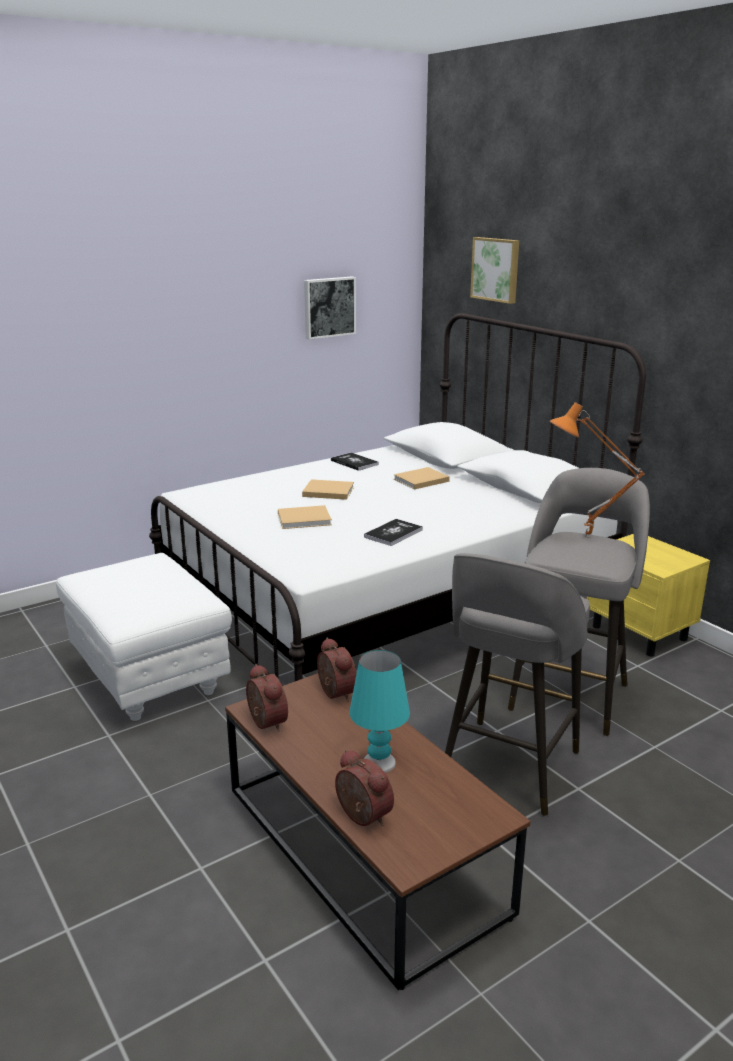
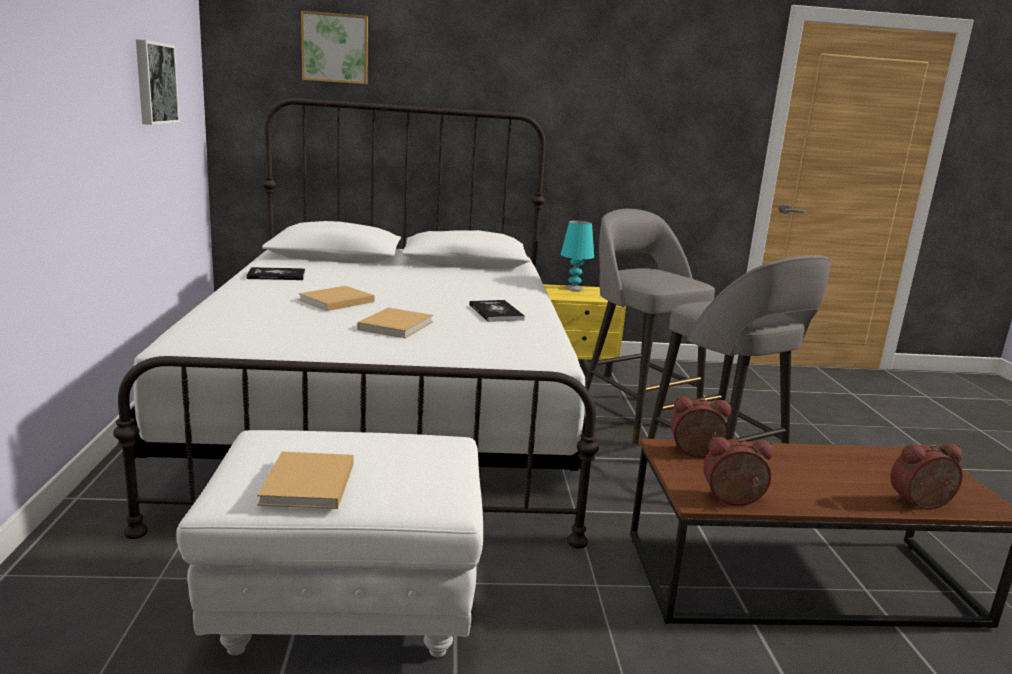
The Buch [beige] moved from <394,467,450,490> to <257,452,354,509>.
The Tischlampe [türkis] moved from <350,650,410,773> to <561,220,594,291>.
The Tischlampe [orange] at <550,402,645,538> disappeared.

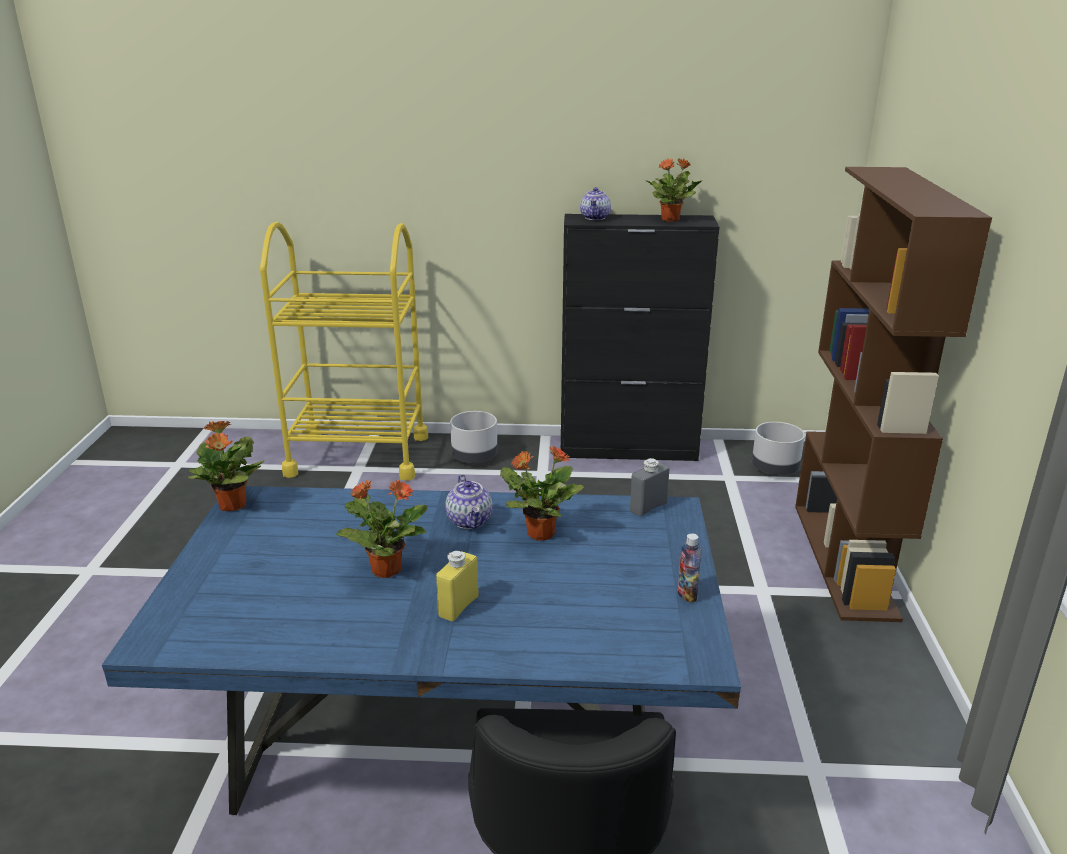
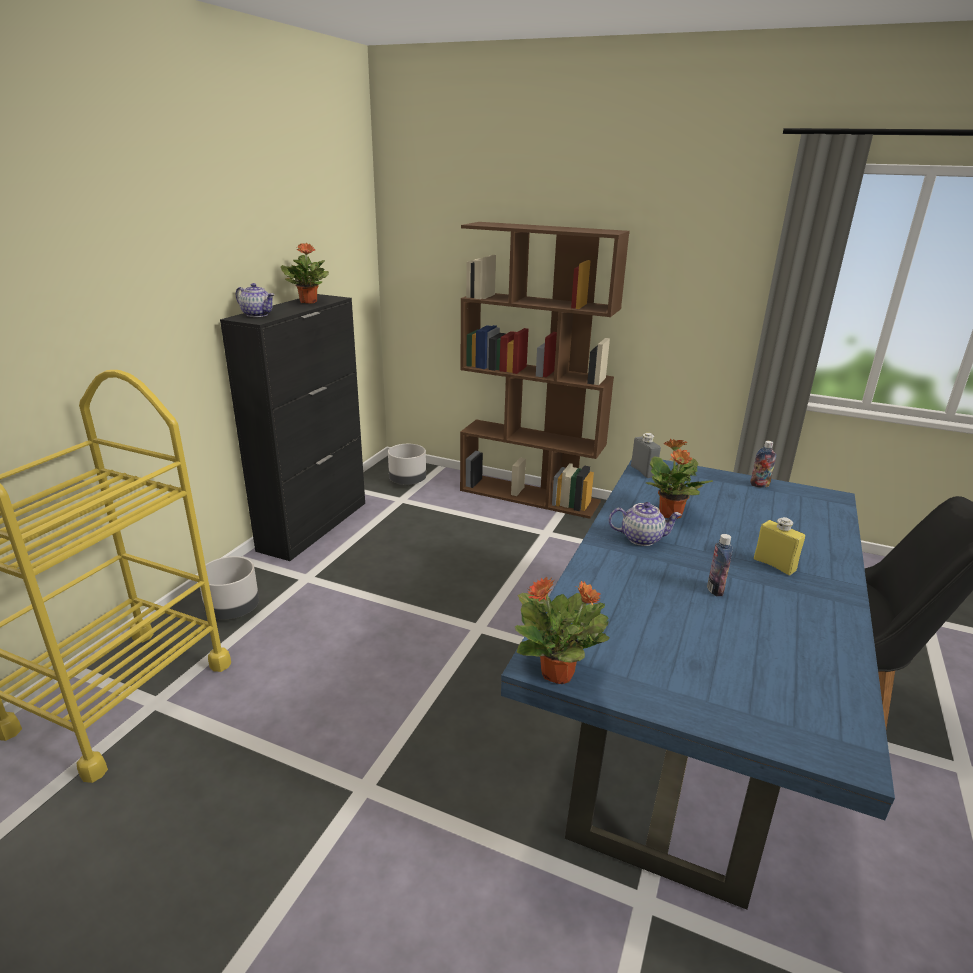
The Topfpflanze at <336,480,428,578> was replaced by the Flasche at <707,534,733,596>.

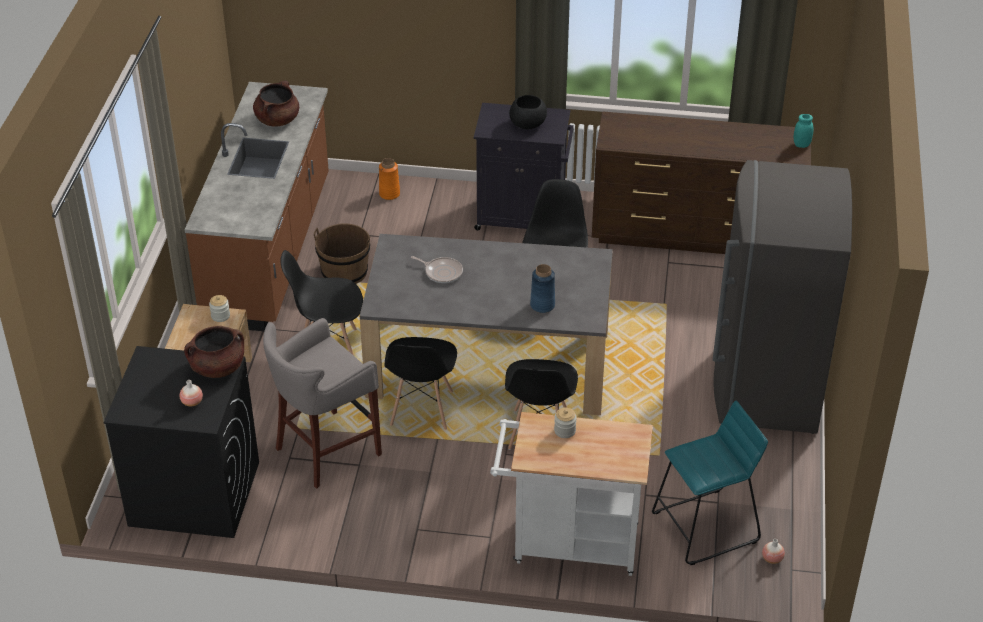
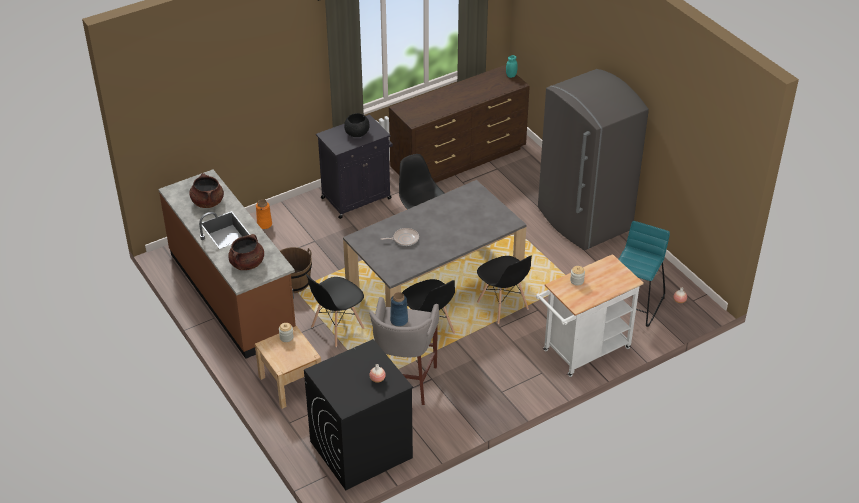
The Kochtopf [braun] moved from <184,326,244,378> to <228,234,264,270>.
The Vase [blau] moved from <530,264,555,313> to <390,292,408,327>.

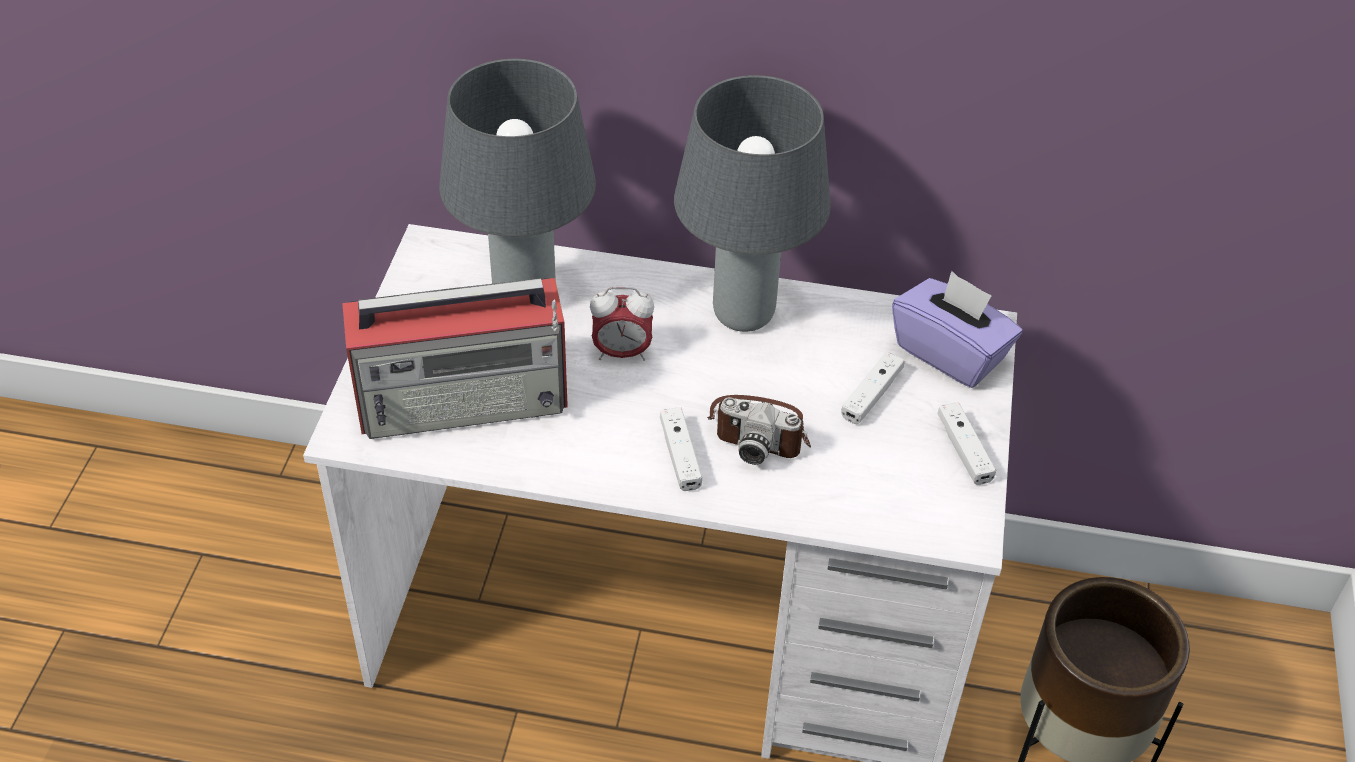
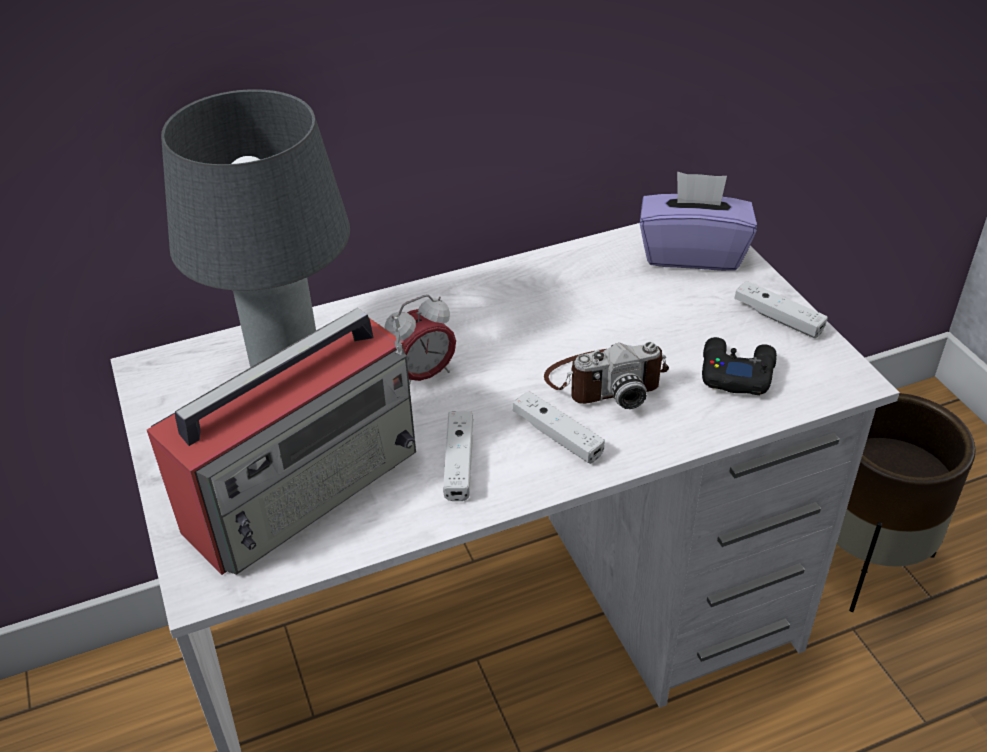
The Gamepad [weiß] moved from <841,352,904,424> to <443,411,473,501>.
The Gamepad [schwarz] at <702,337,777,395> appeared.
The Tischlampe [grau] at <674,75,831,332> disappeared.

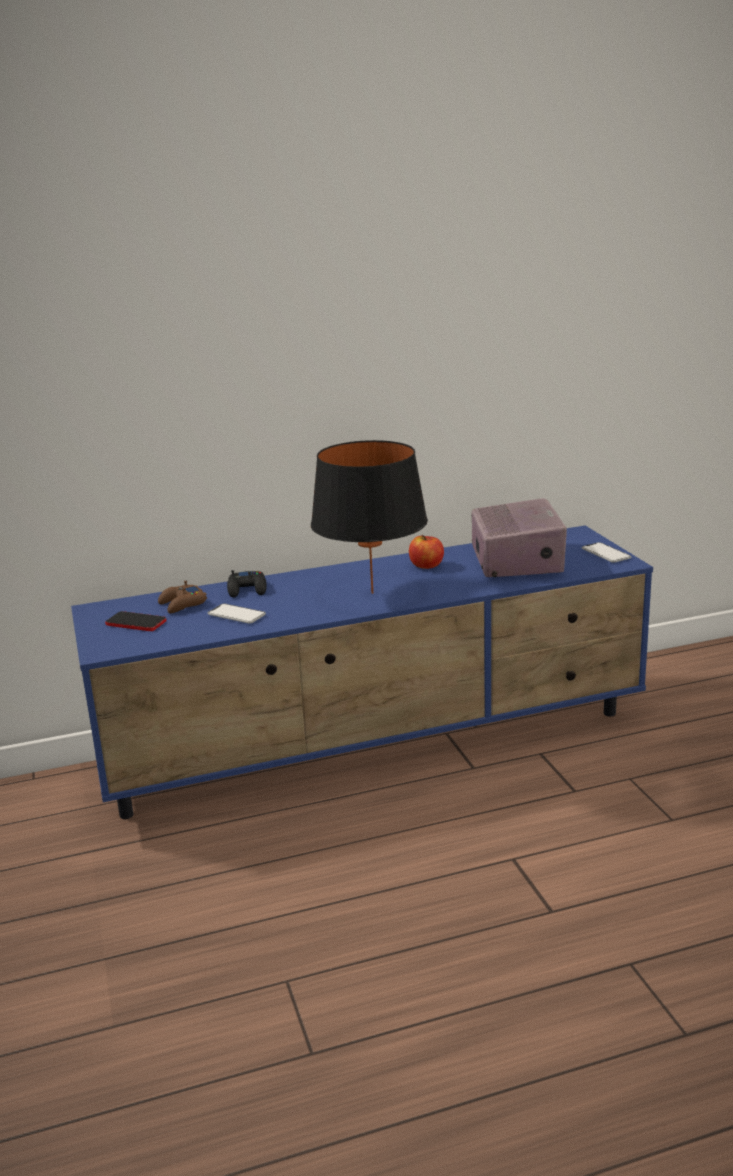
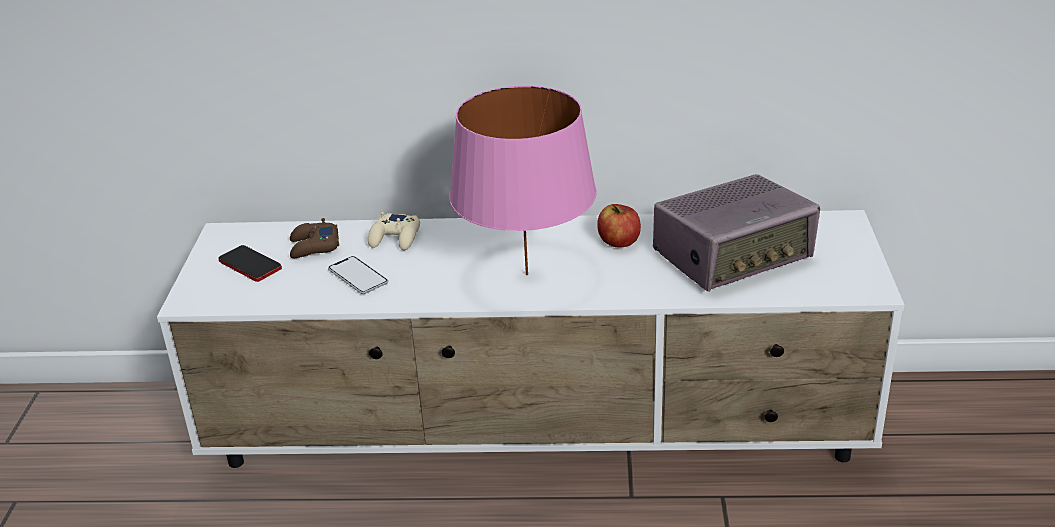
The Fernsehschrank [blau] at <71,526,653,819> became the Fernsehschrank [weiß] at <157,210,904,468>.
The Gamepad [schwarz] at <227,570,267,598> became the Gamepad [beige] at <368,212,420,250>.
The Tischlampe [schwarz] at <311,440,428,594> became the Tischlampe [rosa] at <449,85,597,275>.
The Radio at <471,498,567,577> turned 45 degrees clockwise.
The Handy at <582,542,631,563> disappeared.

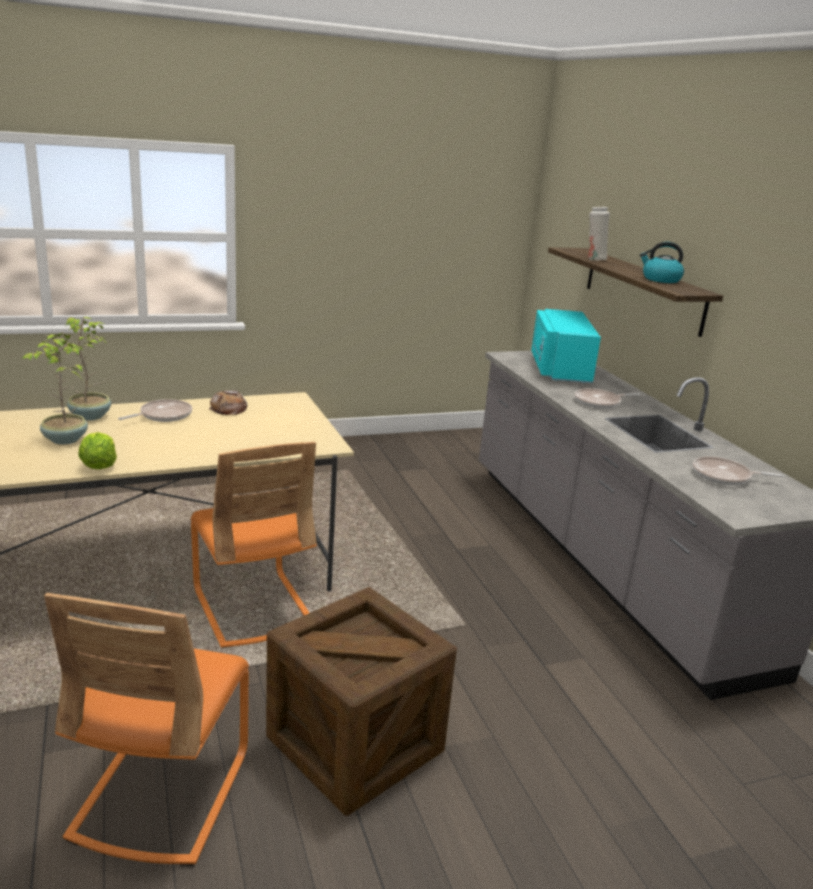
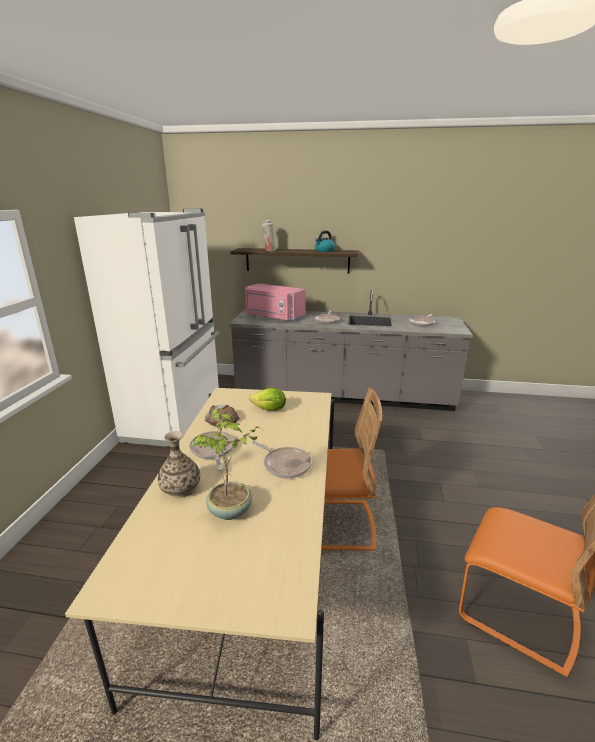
The Kühlschrank [weiß] at <74,209,219,447> appeared.
The Topfpflanze at <65,317,111,421> was replaced by the Vase at <158,431,200,498>.
The Mikrowelle [türkis] at <531,309,601,383> became the Mikrowelle [rosa] at <245,283,306,321>.
The Salatkopf moved from <78,432,117,469> to <249,388,286,411>.
The Pfanne at <252,441,312,478> appeared.
The Kiste at <266,587,457,816> disappeared.

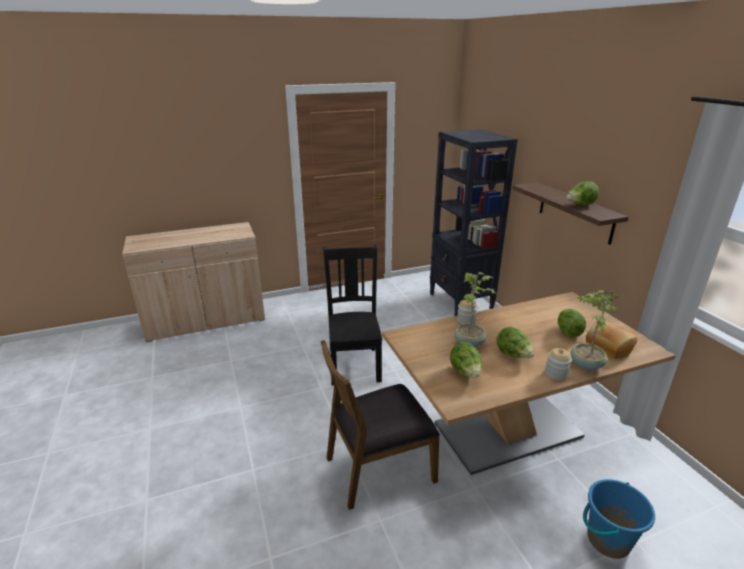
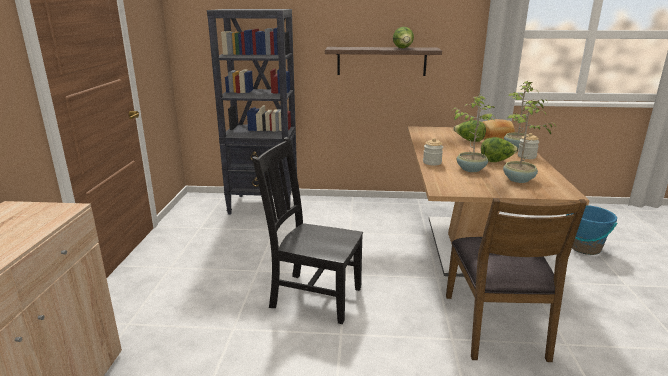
The Salatkopf at <450,342,482,378> was replaced by the Topfpflanze at <503,99,557,183>.

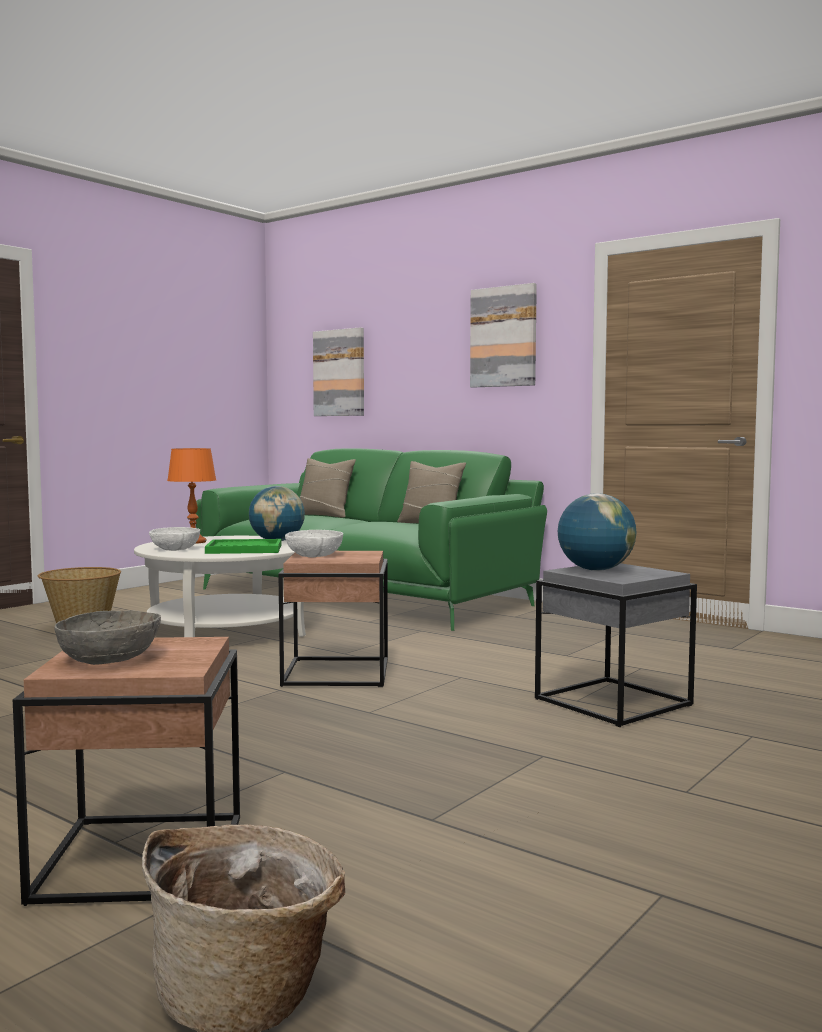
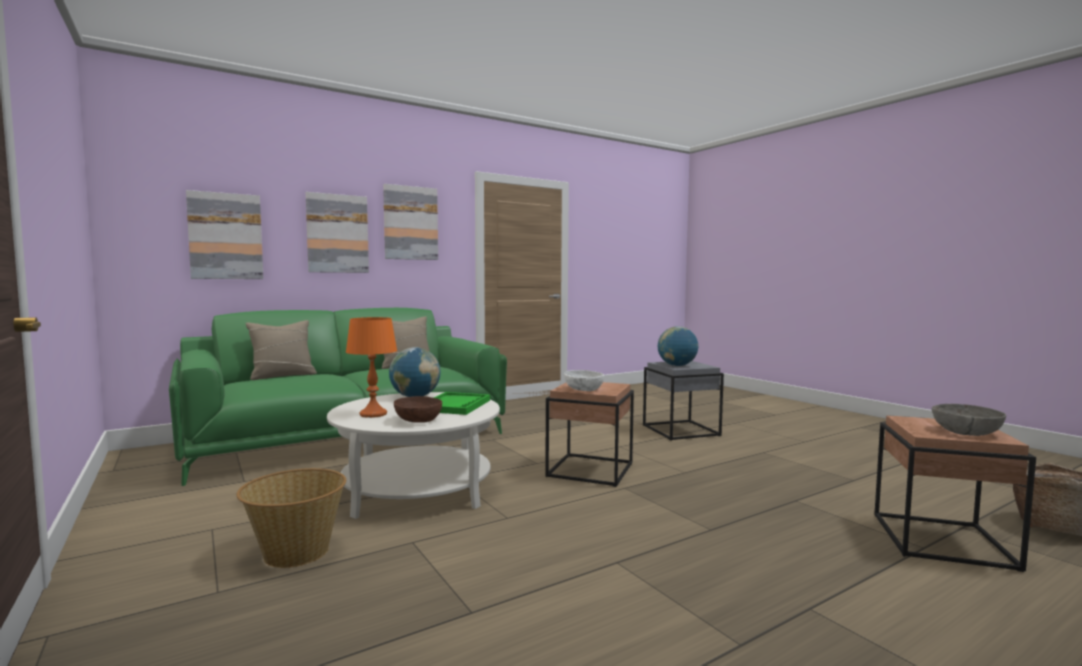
The Bild at <306,192,369,273> appeared.
The Schüssel [weiß] at <149,527,200,551> became the Schüssel [braun] at <394,396,442,423>.

